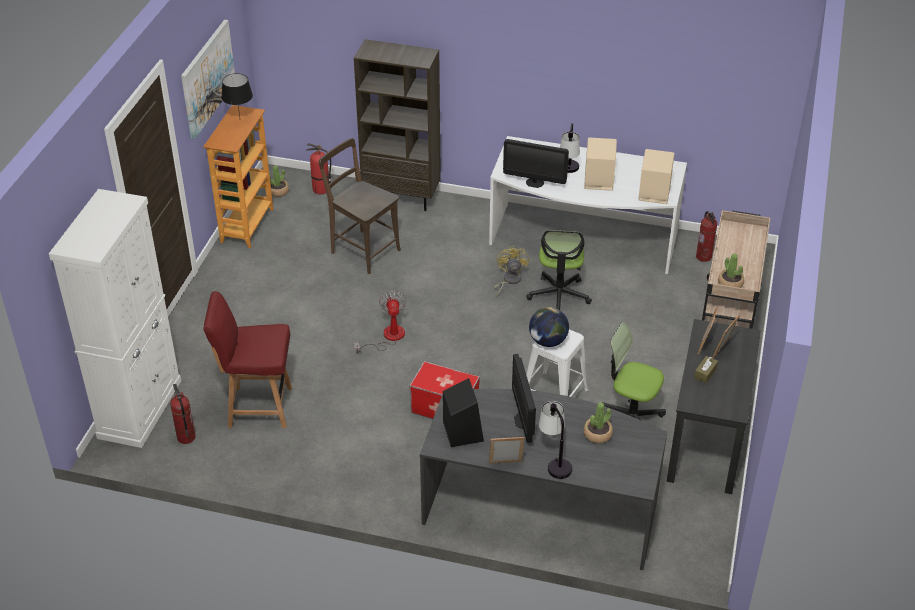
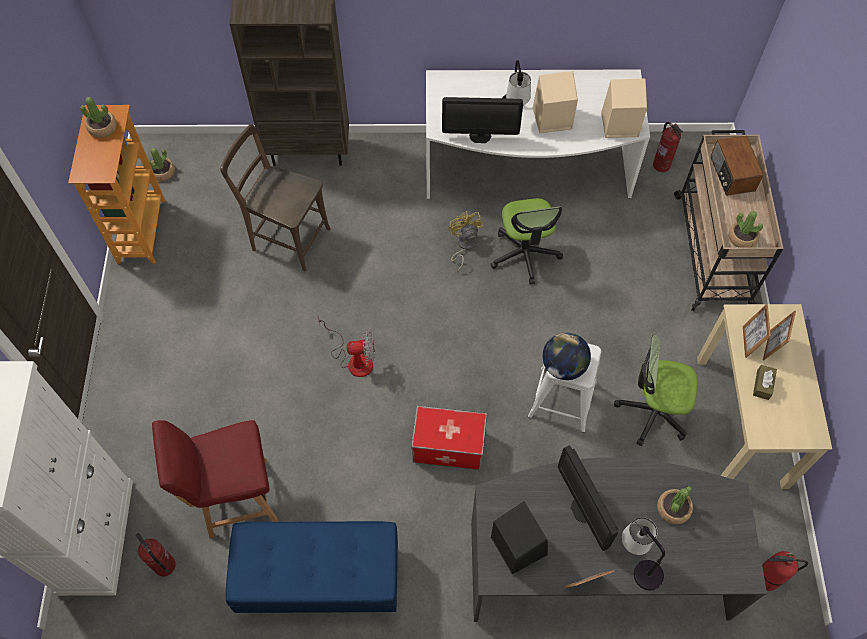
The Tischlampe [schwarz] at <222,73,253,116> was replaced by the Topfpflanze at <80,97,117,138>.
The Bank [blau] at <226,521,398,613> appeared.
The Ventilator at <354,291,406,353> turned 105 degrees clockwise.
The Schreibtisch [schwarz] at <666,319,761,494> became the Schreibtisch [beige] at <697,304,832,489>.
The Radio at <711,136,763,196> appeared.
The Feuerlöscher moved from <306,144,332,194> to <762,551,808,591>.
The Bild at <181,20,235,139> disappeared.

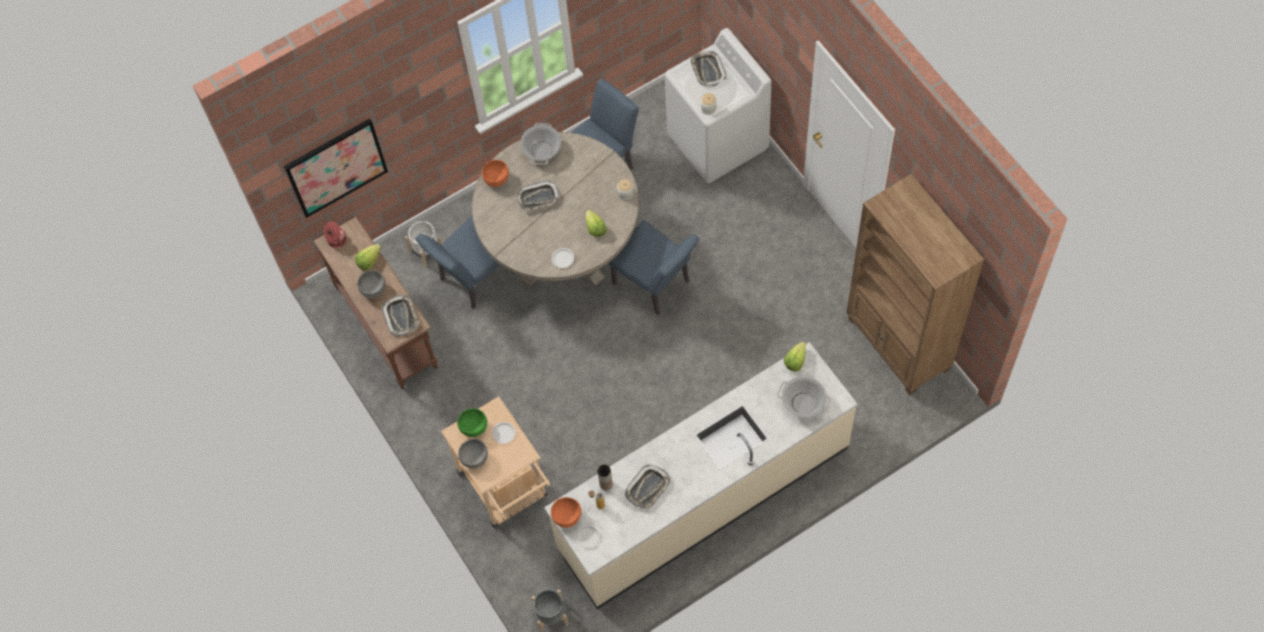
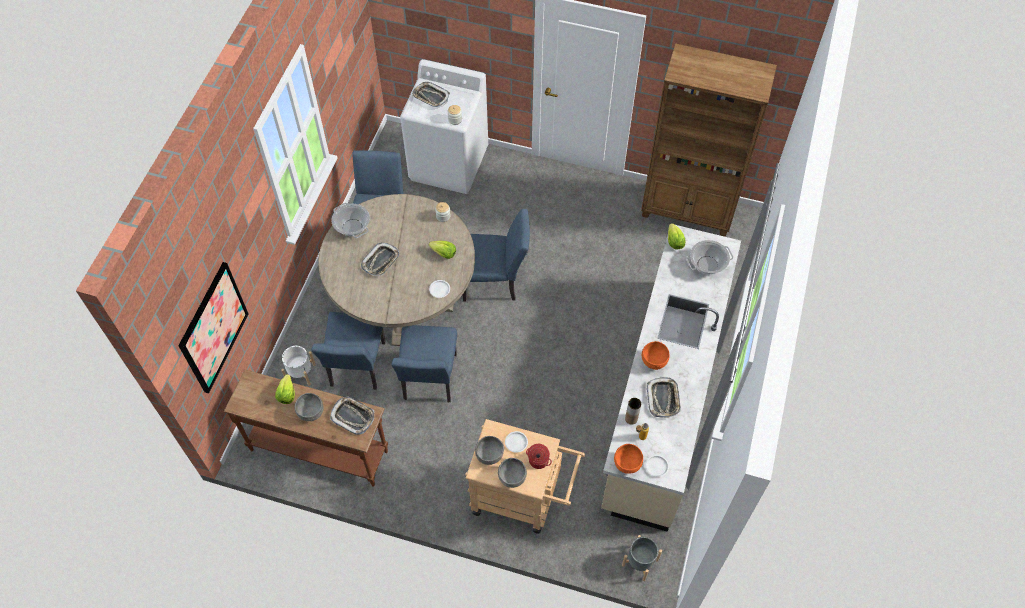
The Stuhl [blau] at <392,325,457,402> appeared.
The Schüssel [grün] at <457,408,487,437> became the Schüssel [grau] at <475,436,504,465>.
The Kochtopf moved from <324,222,346,248> to <526,444,552,469>.
The Schüssel [orange] moved from <482,160,509,187> to <642,341,670,370>.

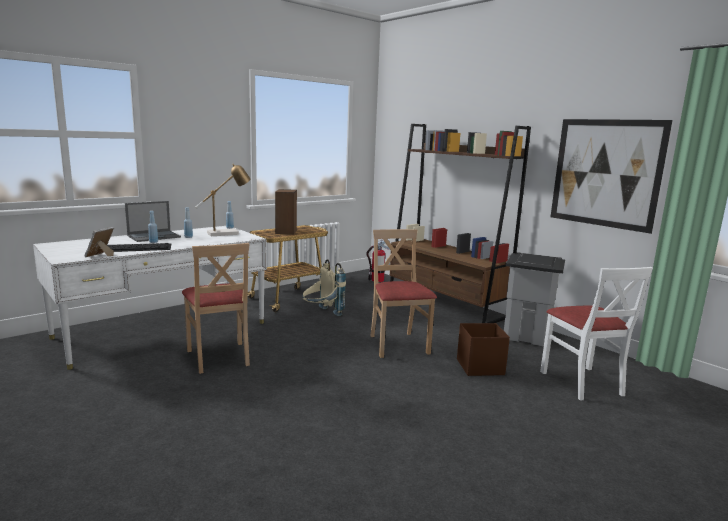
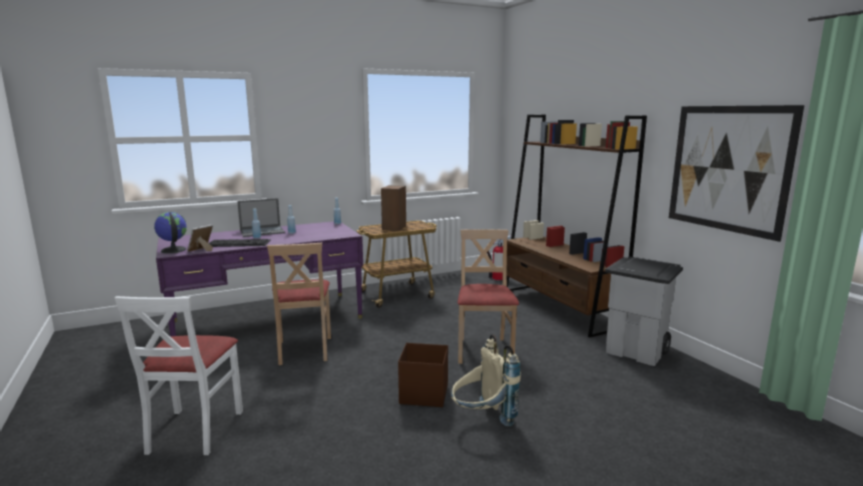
The Stuhl [weiß] moved from <540,267,653,401> to <115,296,243,455>.
The Globus at <154,212,187,253> appeared.
The Schreibtisch [weiß] at <33,226,267,370> became the Schreibtisch [lila] at <156,221,363,337>.
The Aufbewahrungsbox [braun] moved from <457,323,510,376> to <398,343,448,407>.
The Rucksack [beige] moved from <302,259,346,316> to <451,334,521,427>.
The Tischlampe at <196,164,251,236> disappeared.

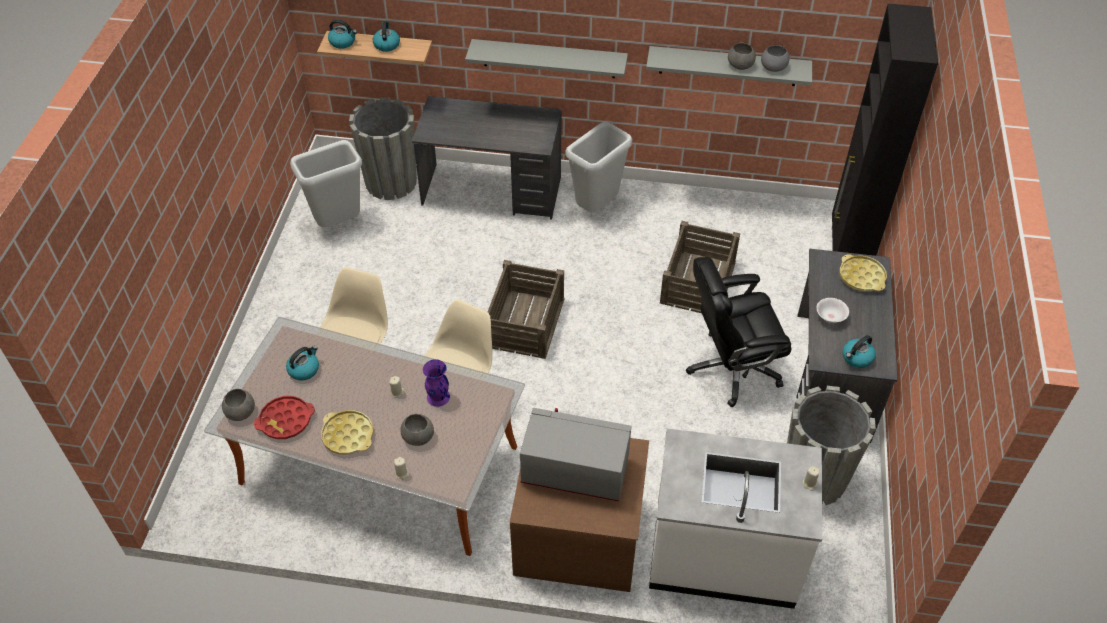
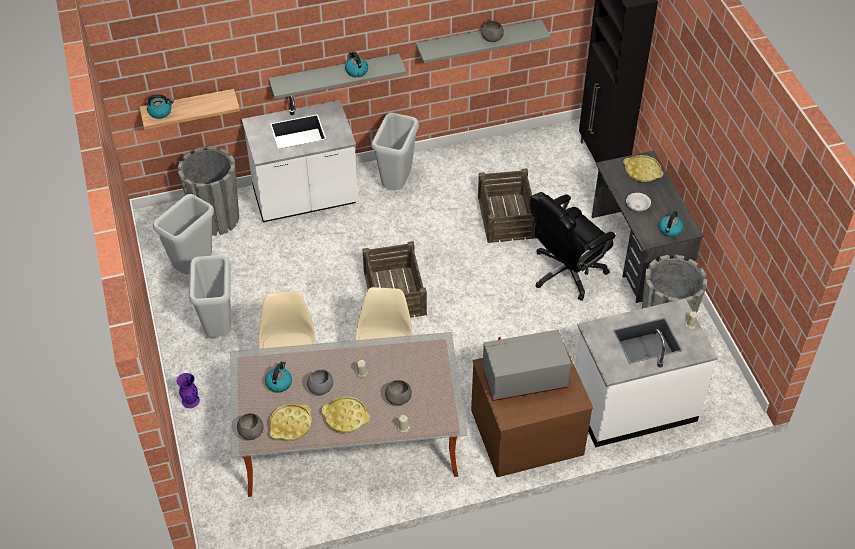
The Vase [lila] moved from <423,359,450,407> to <177,373,200,408>.
The Mülleimer [grau] at <189,255,231,337> appeared.
The Schreibtisch [grau] at <412,96,562,220> was replaced by the Küchenzeile [weiß] at <242,96,358,222>.
The Tablett [rot] at <254,396,315,439> became the Tablett [gelb] at <269,404,312,441>.
The Schüssel [grau] moved from <761,45,790,72> to <307,370,333,395>.
The Wasserkessel moved from <373,21,400,52> to <345,52,368,77>.

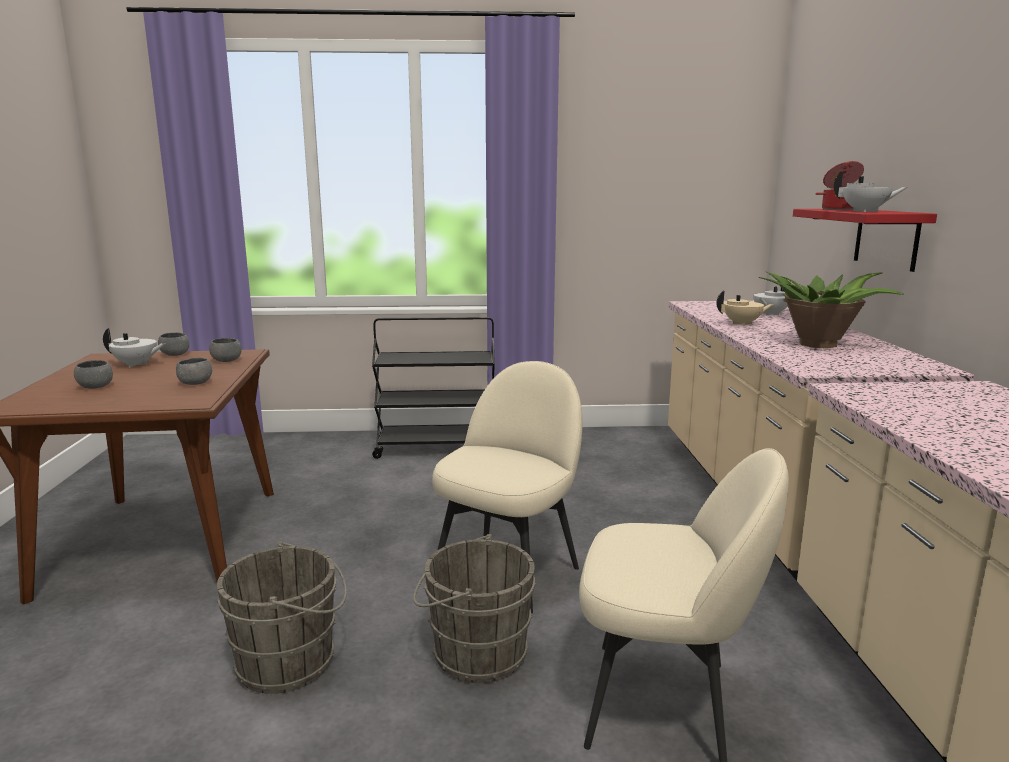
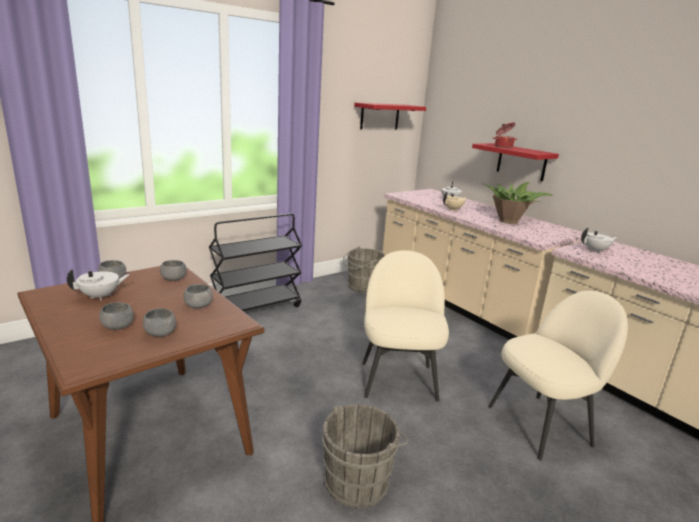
The Schüssel [grau] at <143,308,176,337> appeared.
The Eimer [grau] moved from <413,534,536,683> to <343,246,385,293>.
The Wandregal [rot] at <354,103,426,129> appeared.
The Teekanne [weiß] moved from <833,170,908,212> to <581,228,617,253>.

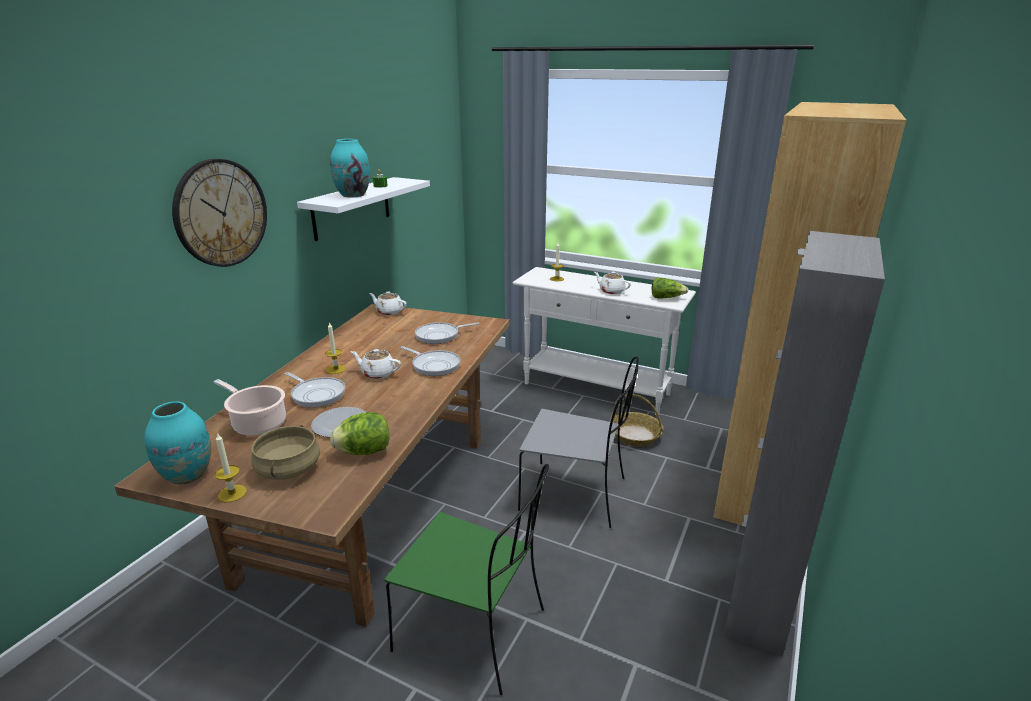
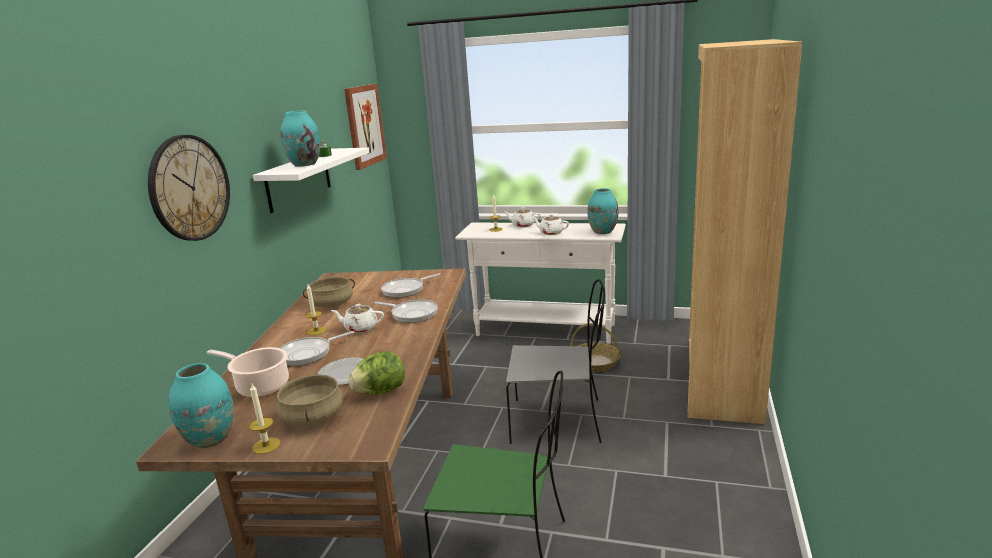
The Pfanne at <285,372,345,407> turned 120 degrees clockwise.
The Kochtopf [beige] at <303,276,355,308> appeared.
The Bild at <344,84,387,170> appeared.
The Teekanne [weiß] moved from <369,292,407,315> to <505,208,541,227>.
The Salatkopf at <652,277,689,298> was replaced by the Vase [türkis] at <587,188,618,234>.
The Schrank [grau] at <724,231,885,656> disappeared.

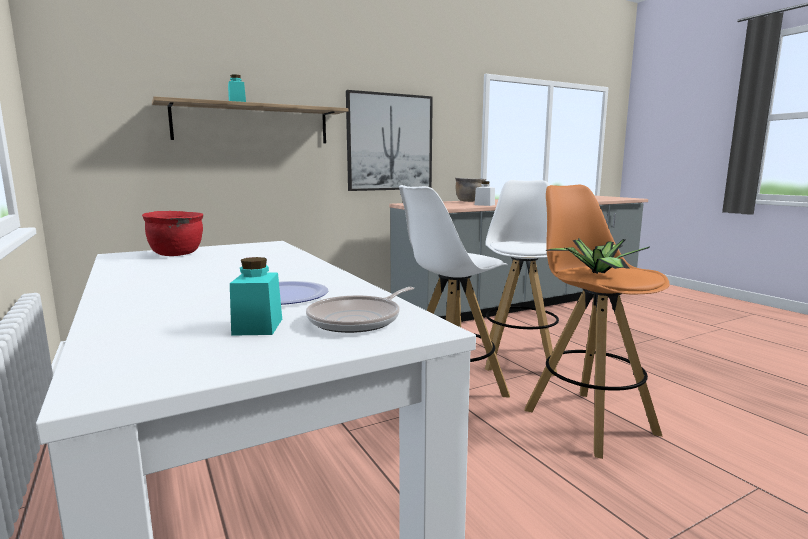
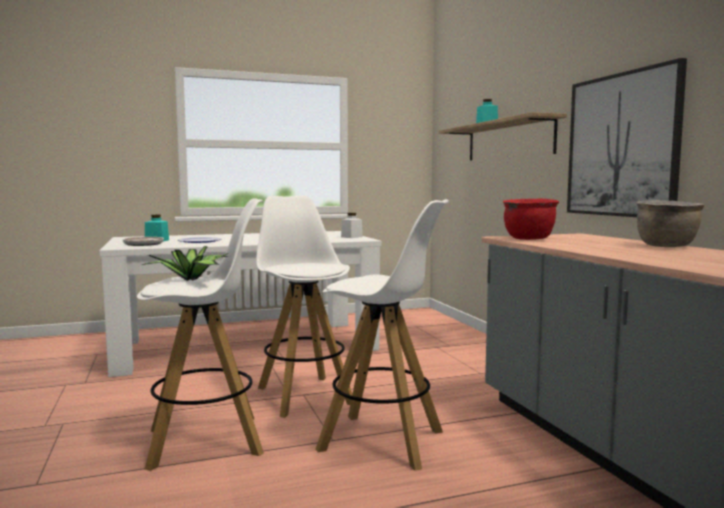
The Hocker [orange] at <525,185,670,459> became the Hocker [weiß] at <137,198,264,471>.
The Vorratsglas [weiß] moved from <475,181,495,206> to <341,213,363,238>.
The Kochtopf [rot] moved from <142,211,203,256> to <503,198,559,240>.

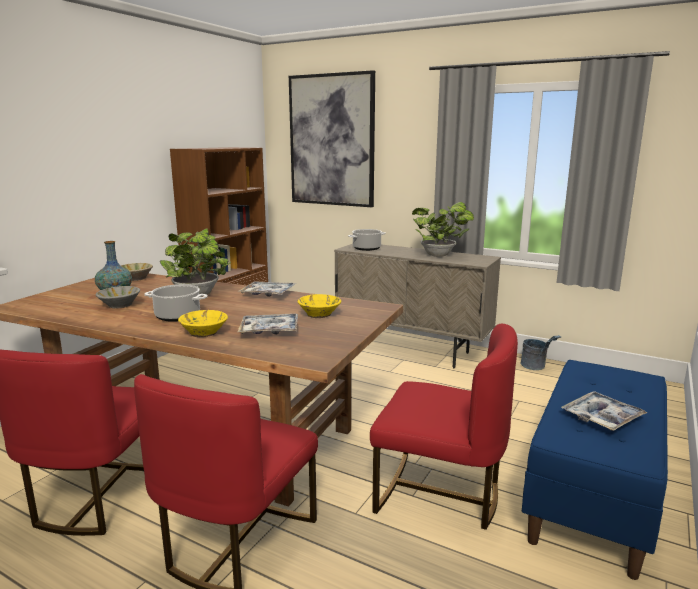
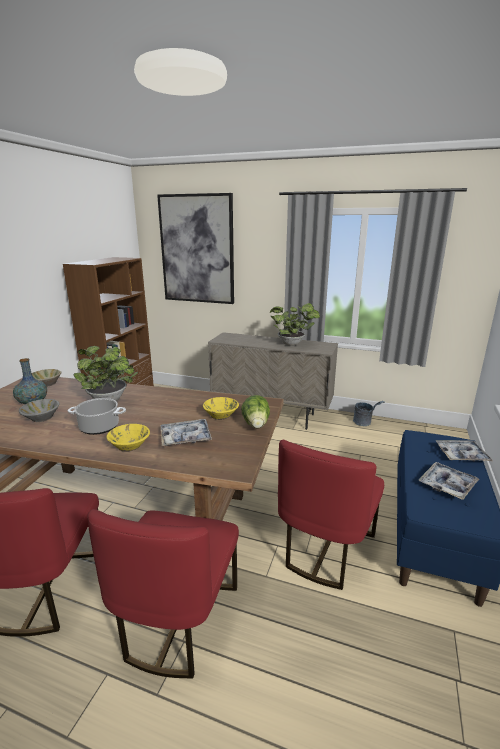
The Salatkopf at <241,395,270,429> appeared.
The Stuhl [rot] at <370,324,518,530> turned 105 degrees clockwise.
The Tablett moved from <238,281,296,297> to <436,440,493,462>.
The Kochtopf at <348,229,386,251> disappeared.

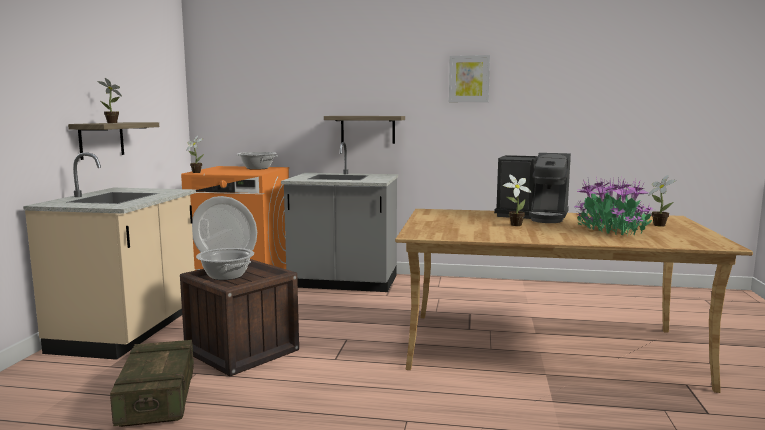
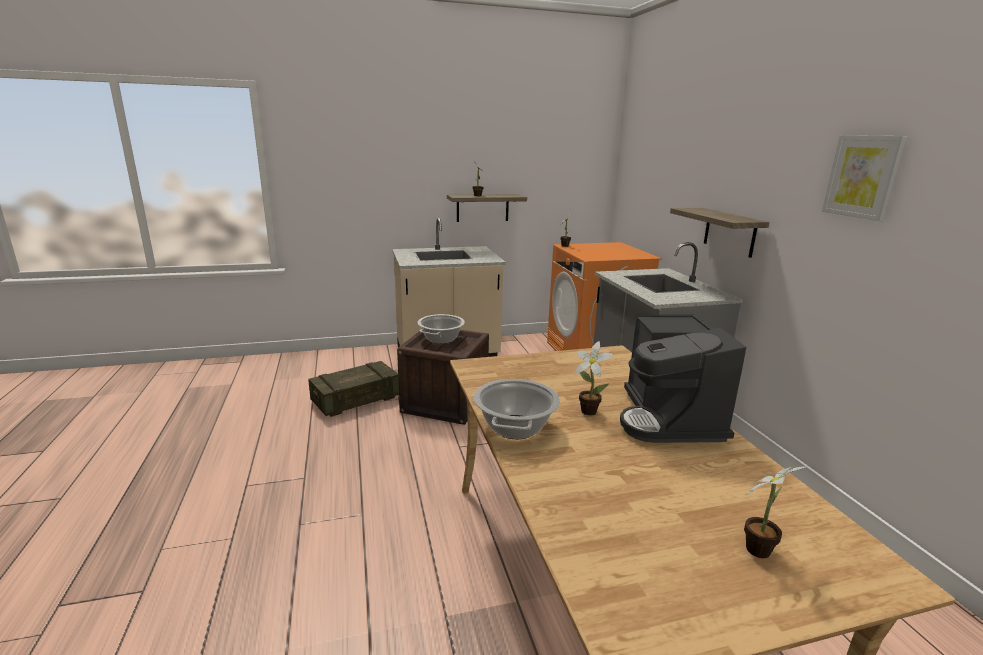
The Kochtopf moved from <237,152,278,170> to <474,379,560,439>.
The Topfpflanze at <574,177,654,236> disappeared.

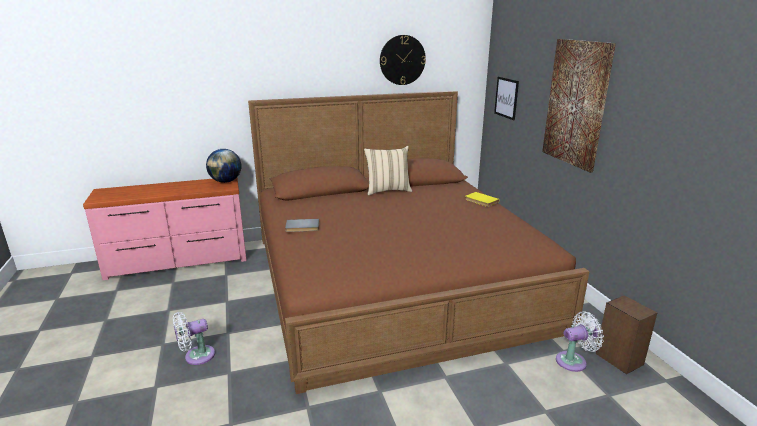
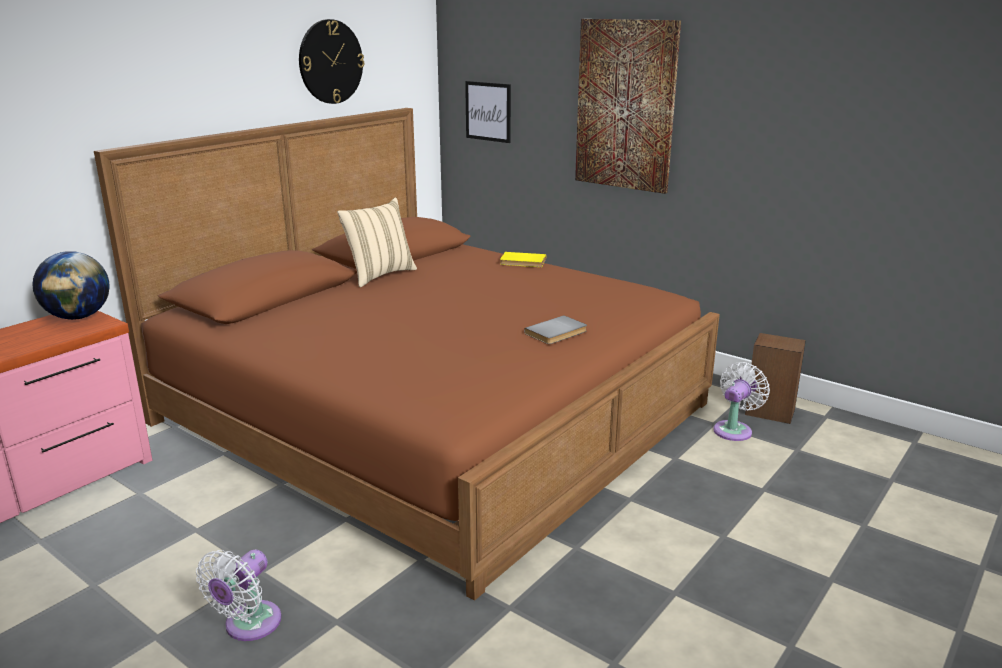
The Buch [grau] moved from <285,219,319,232> to <524,315,587,344>.

